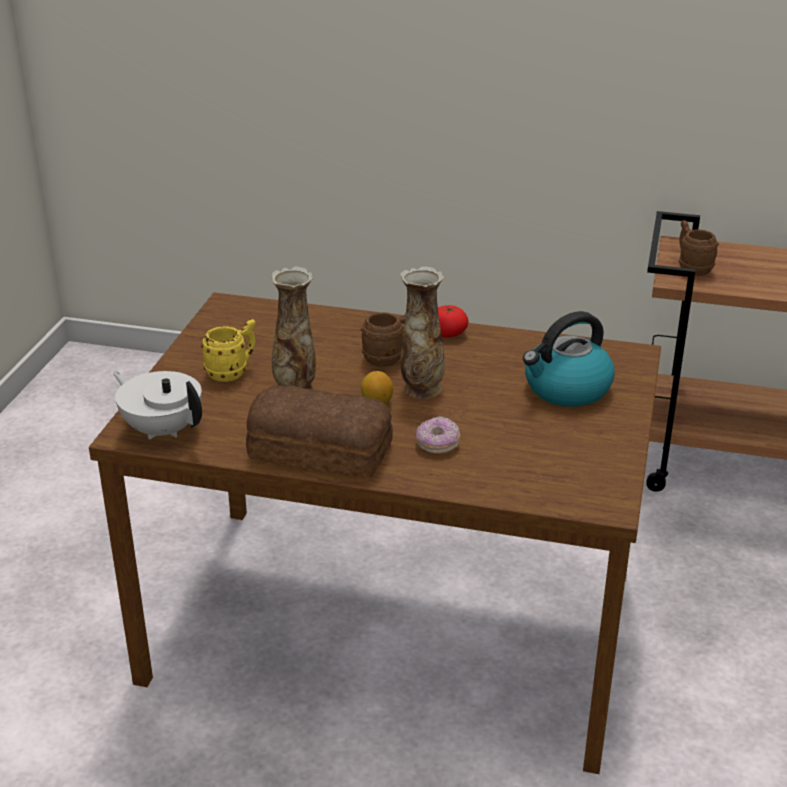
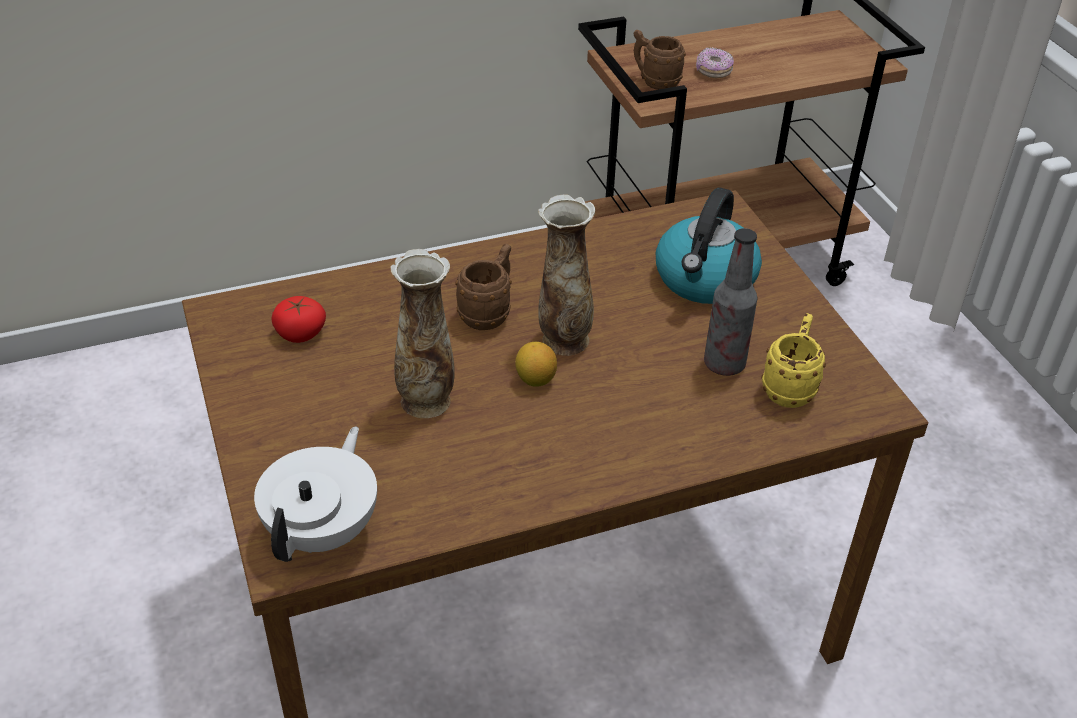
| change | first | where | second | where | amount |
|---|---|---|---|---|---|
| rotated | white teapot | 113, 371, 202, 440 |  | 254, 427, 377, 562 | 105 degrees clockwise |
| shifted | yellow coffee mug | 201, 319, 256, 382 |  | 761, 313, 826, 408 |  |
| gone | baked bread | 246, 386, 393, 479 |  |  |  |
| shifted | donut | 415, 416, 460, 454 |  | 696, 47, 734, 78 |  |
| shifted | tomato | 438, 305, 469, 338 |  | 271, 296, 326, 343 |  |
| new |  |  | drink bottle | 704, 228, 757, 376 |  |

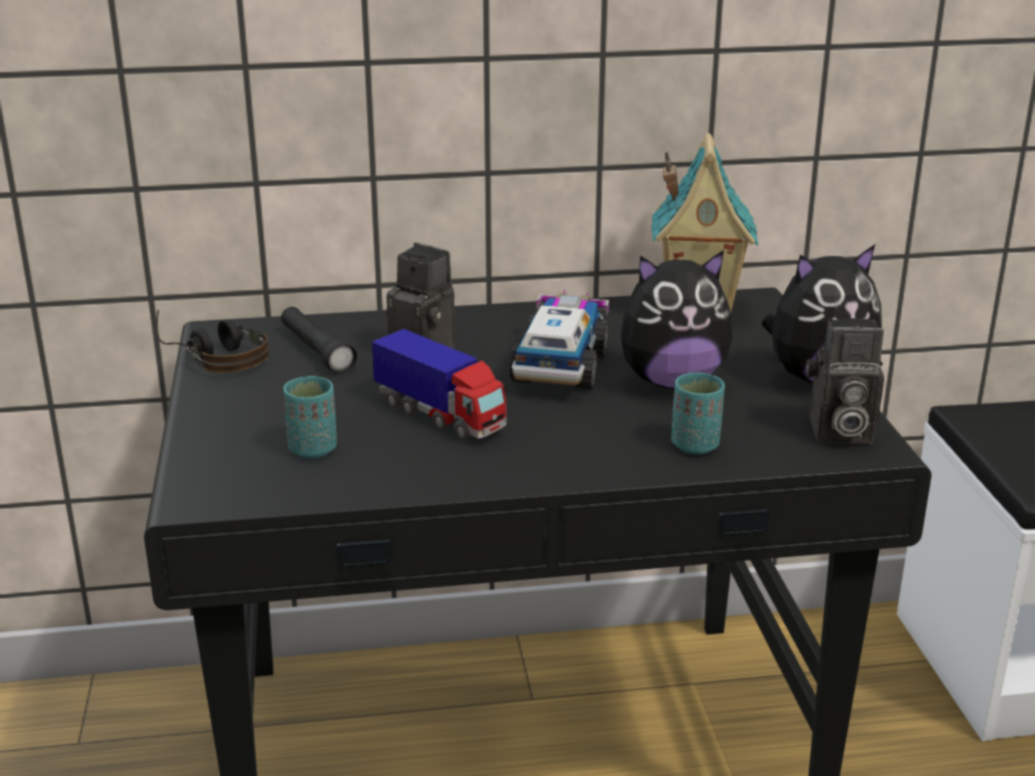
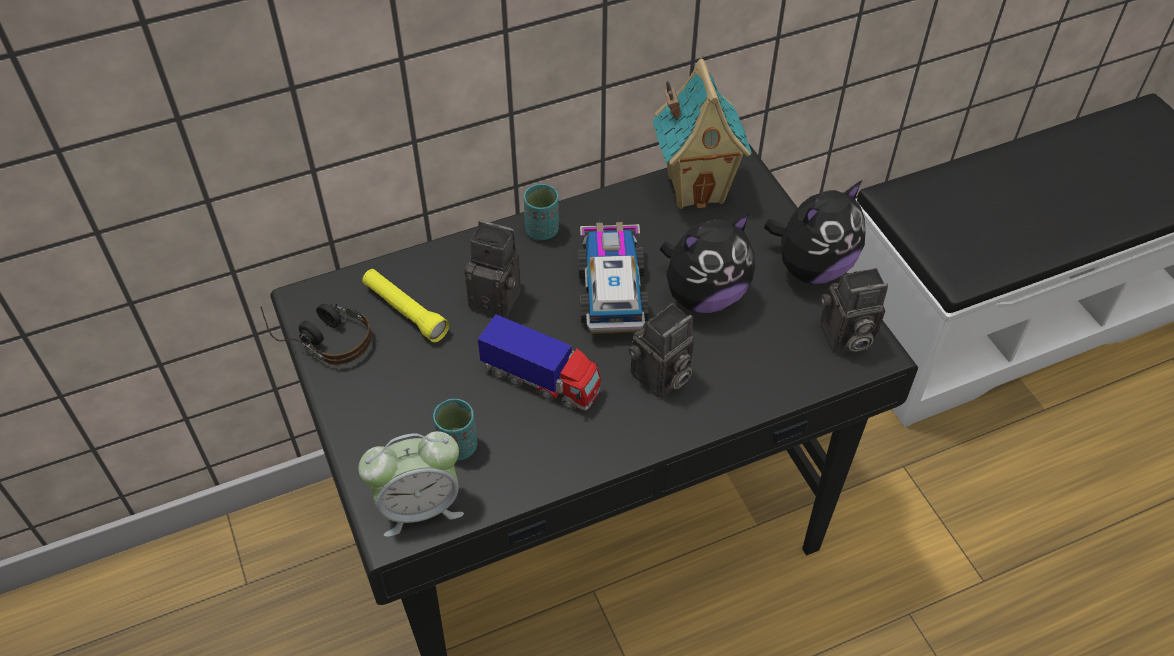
| change | first | where | second | where | amount |
|---|---|---|---|---|---|
| repainted | black flashlight | 281, 307, 357, 374 | yellow flashlight | 362, 269, 449, 342 |  |
| shifted | turquoise-coloured drinking cup | 671, 373, 725, 454 |  | 523, 184, 559, 240 |  |
| new |  |  | alarm clock | 358, 431, 464, 537 |  |
| new |  |  | still camera | 628, 303, 694, 398 |  |

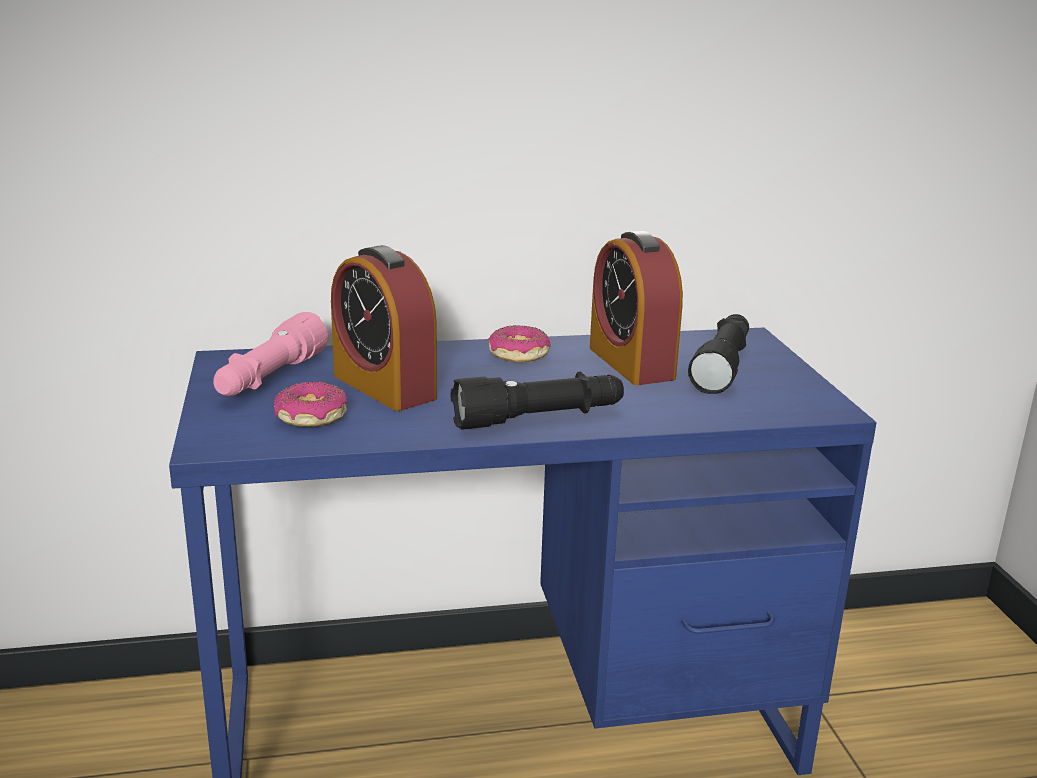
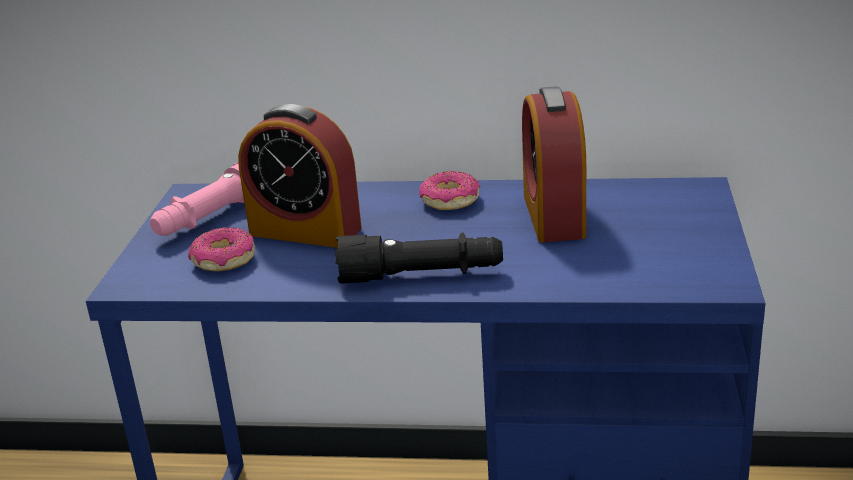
| change | first | where | second | where | amount |
|---|---|---|---|---|---|
| rotated | alarm clock | 331, 245, 437, 411 |  | 238, 104, 362, 248 | 45 degrees counterclockwise |
| gone | black flashlight | 688, 314, 749, 394 |  |  |  |

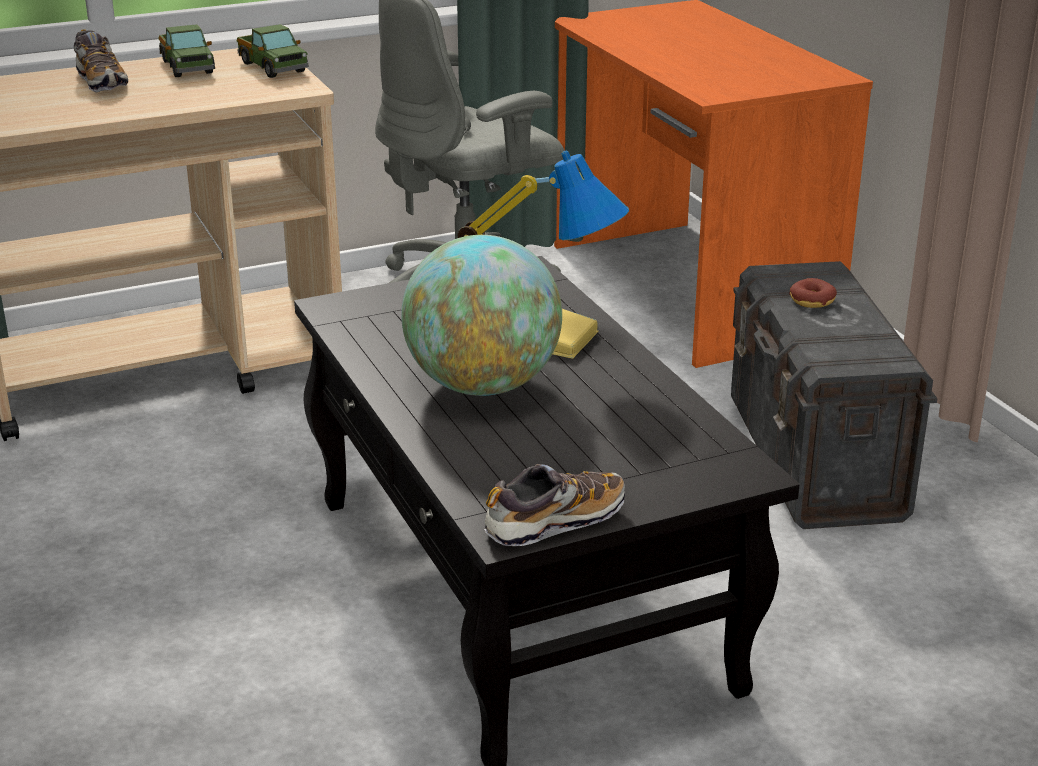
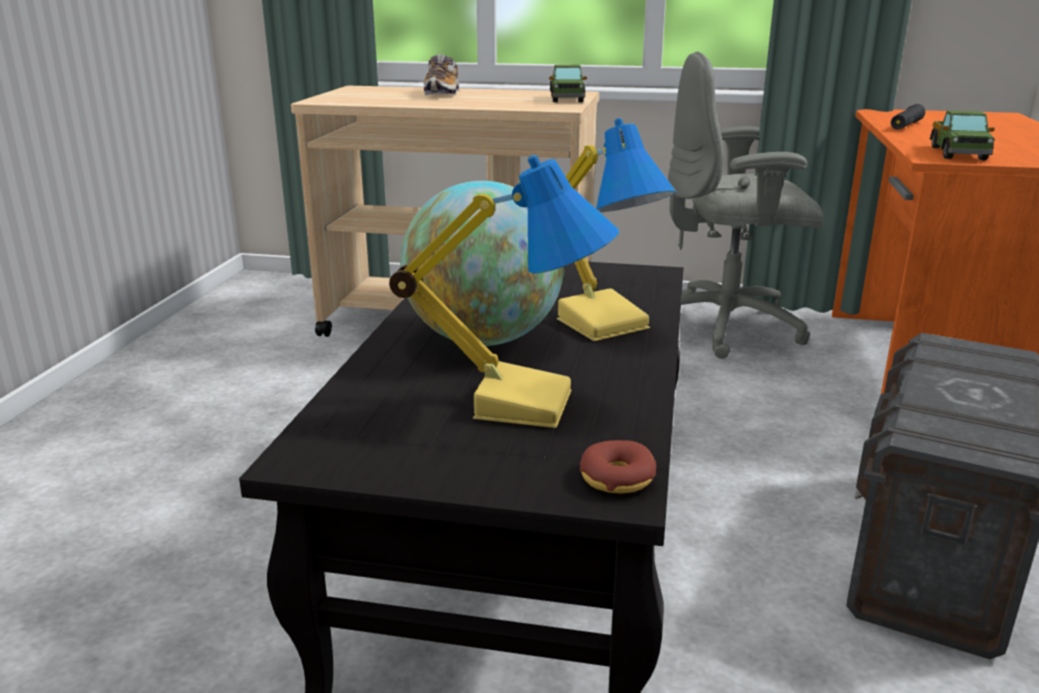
| change | first | where | second | where | amount |
|---|---|---|---|---|---|
| shifted | toy lorry | 158, 24, 215, 77 |  | 930, 110, 995, 160 |  |
| gone | shoe | 484, 464, 625, 546 |  |  |  |
| shifted | donut | 789, 278, 837, 308 |  | 580, 440, 656, 494 |  |
| new |  |  | table lamp | 389, 155, 619, 428 |  |
| new |  |  | black flashlight | 891, 104, 925, 130 |  |

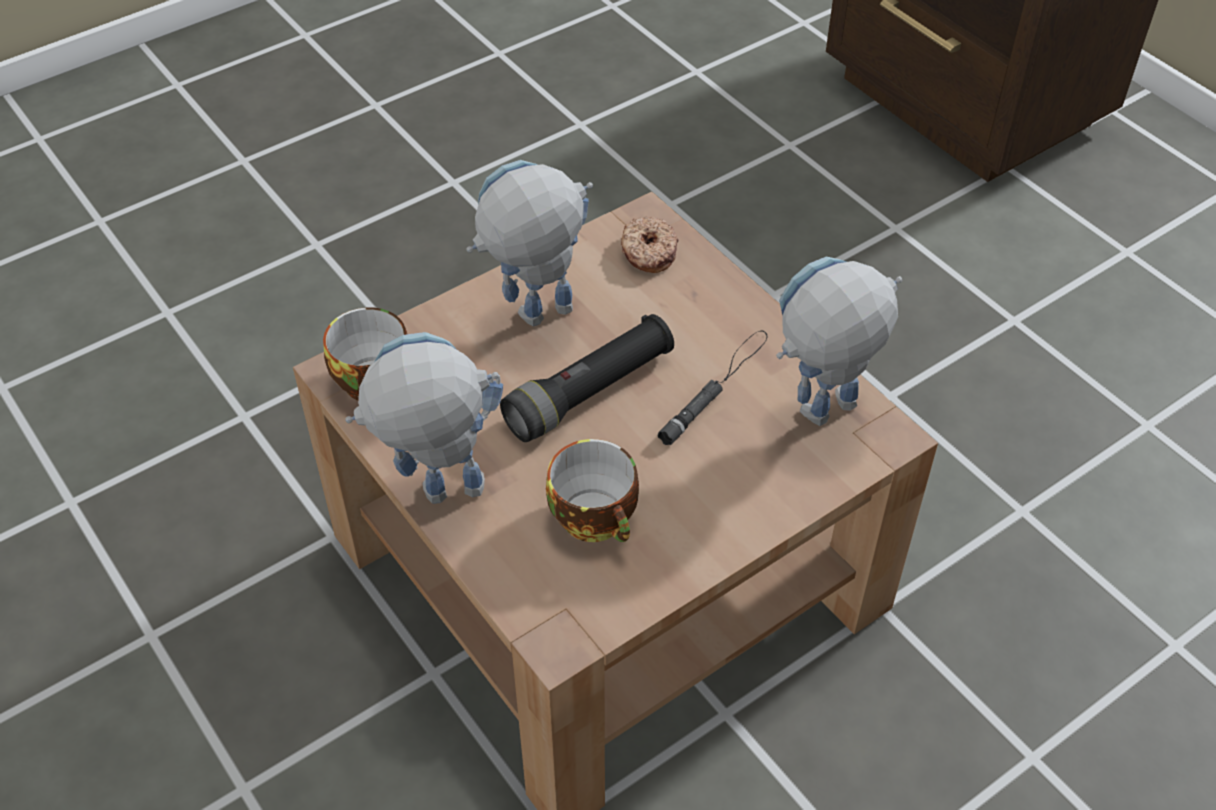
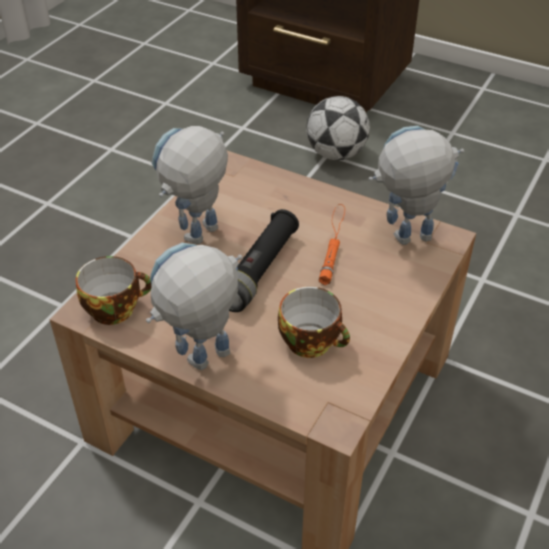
| change | first | where | second | where | amount |
|---|---|---|---|---|---|
| gone | donut | 621, 217, 679, 273 |  |  |  |
| repainted | black flashlight | 658, 331, 767, 445 | orange-coloured flashlight | 319, 204, 345, 285 |  |
| rotated | model robot | 776, 257, 903, 426 |  | 369, 126, 464, 245 | 45 degrees clockwise |
| new |  |  | football ball | 306, 96, 370, 160 |  |

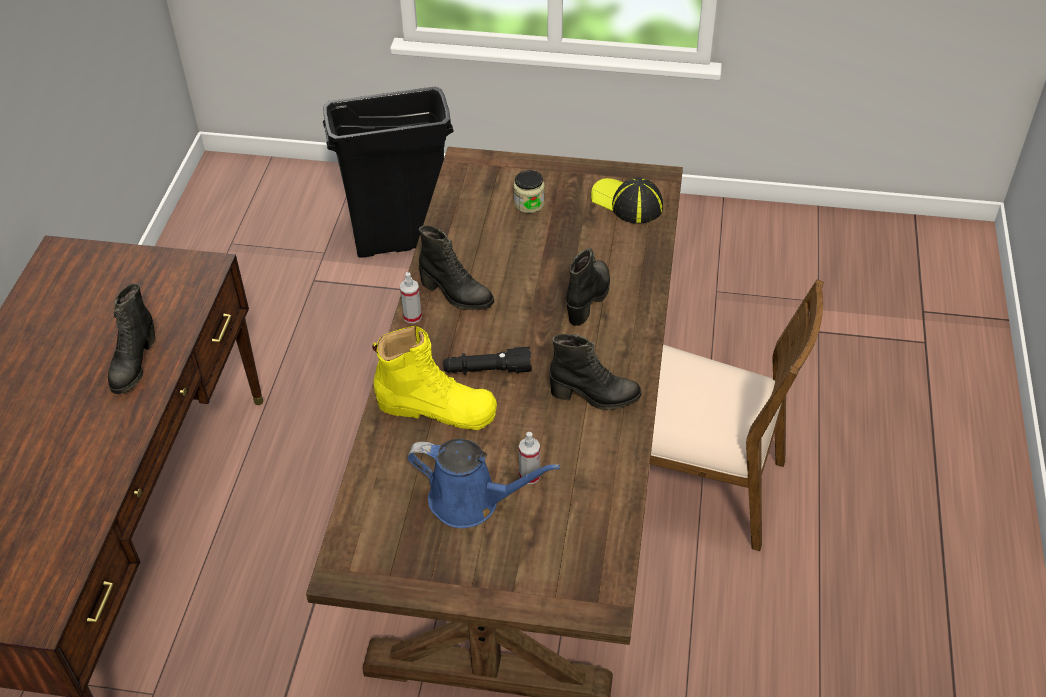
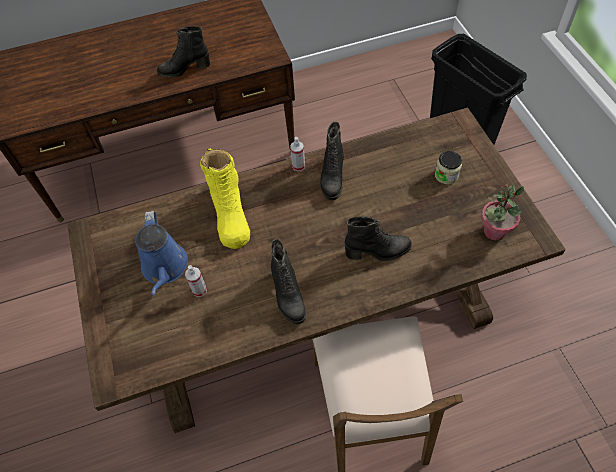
| change | first | where | second | where | amount |
|---|---|---|---|---|---|
| gone | black flashlight | 443, 347, 532, 375 |  |  |  |
| swapped | peaked cap | 591, 177, 663, 224 | potted plant | 481, 184, 524, 240 |  |

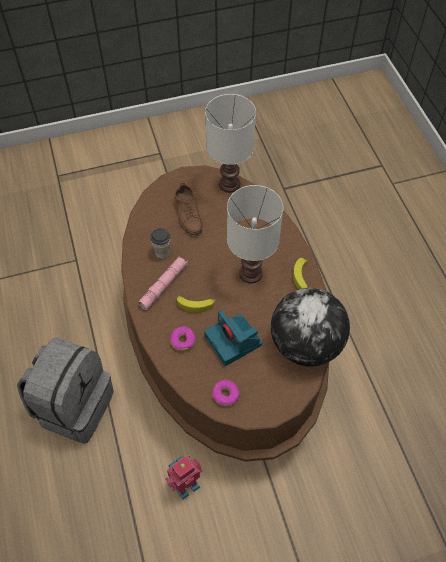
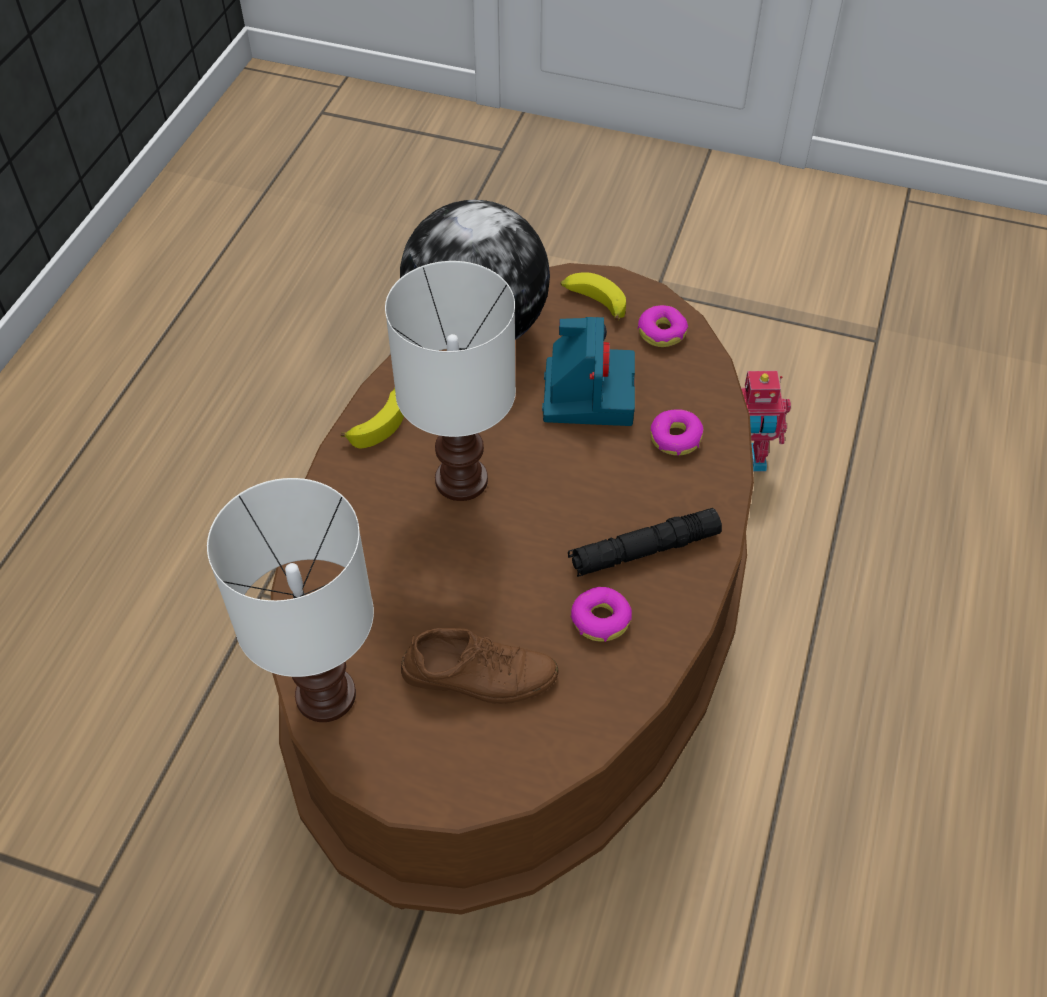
| change | first | where | second | where | amount |
|---|---|---|---|---|---|
| gone | gray knapsack | 17, 337, 114, 444 |  |  |  |
| repainted | pink-coloured flashlight | 138, 256, 188, 310 | black flashlight | 568, 508, 722, 577 |  |
| swapped | drinking cup | 150, 228, 170, 259 | donut | 570, 587, 632, 642 |  |
| rotated | brown shoe | 174, 182, 202, 235 |  | 401, 628, 558, 704 | 75 degrees clockwise |
| shifted | banana | 177, 295, 215, 313 |  | 560, 272, 626, 320 |  |

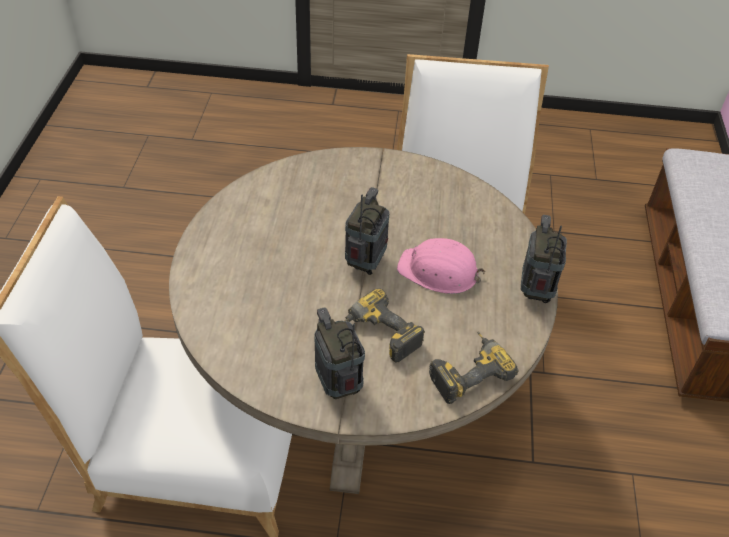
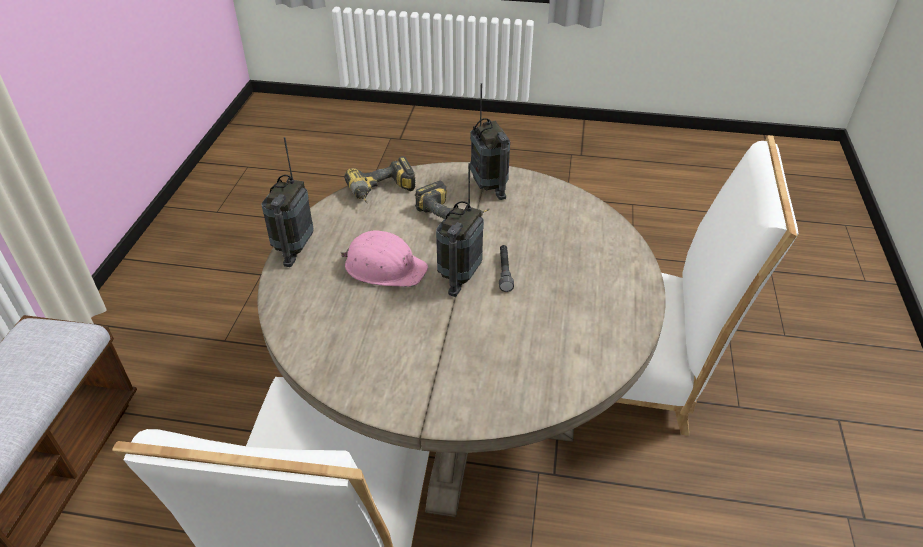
| change | first | where | second | where | amount |
|---|---|---|---|---|---|
| new |  |  | gray flashlight | 499, 245, 514, 292 |  |

